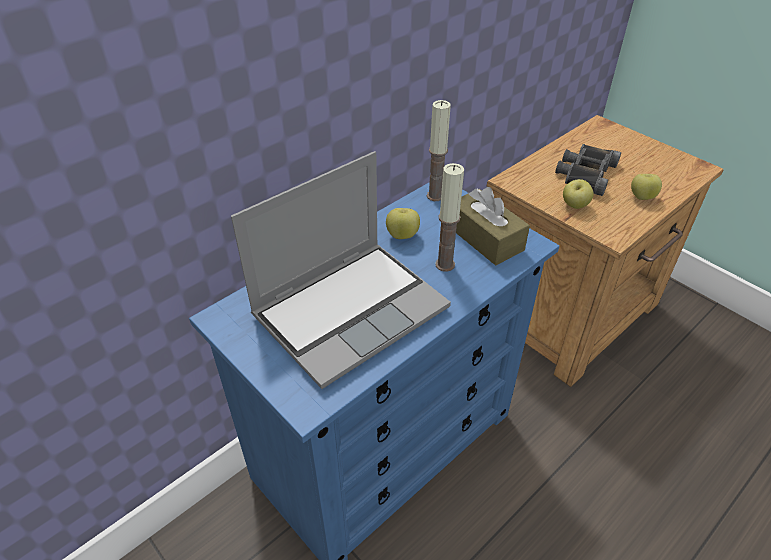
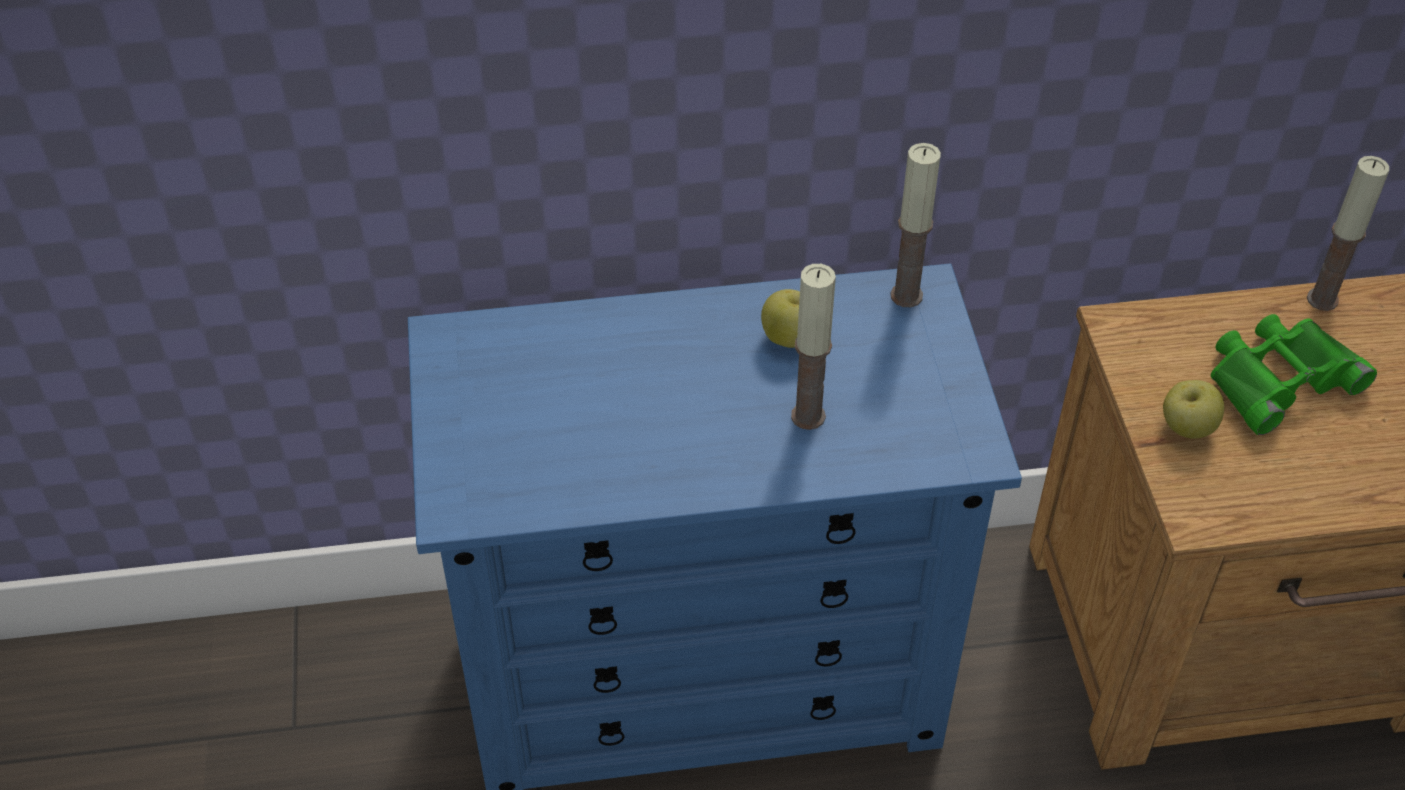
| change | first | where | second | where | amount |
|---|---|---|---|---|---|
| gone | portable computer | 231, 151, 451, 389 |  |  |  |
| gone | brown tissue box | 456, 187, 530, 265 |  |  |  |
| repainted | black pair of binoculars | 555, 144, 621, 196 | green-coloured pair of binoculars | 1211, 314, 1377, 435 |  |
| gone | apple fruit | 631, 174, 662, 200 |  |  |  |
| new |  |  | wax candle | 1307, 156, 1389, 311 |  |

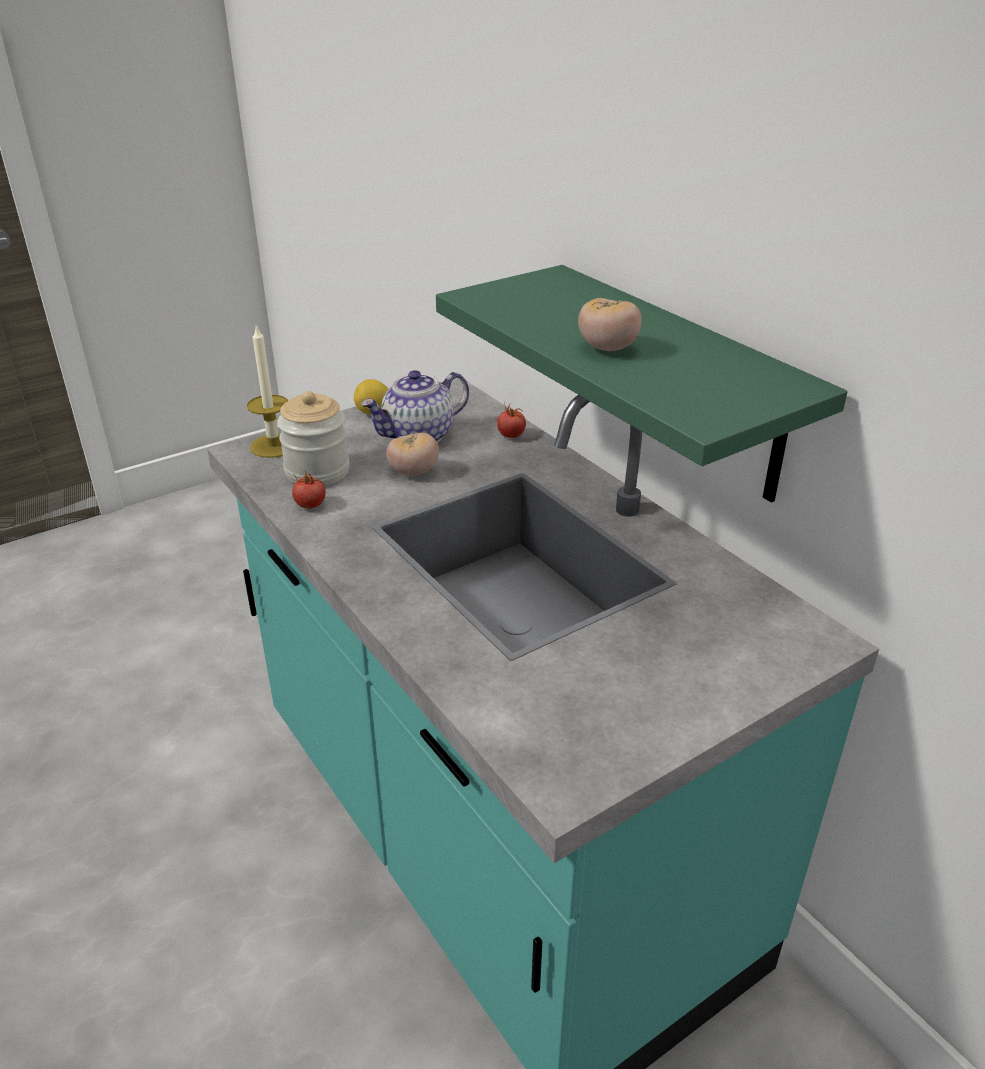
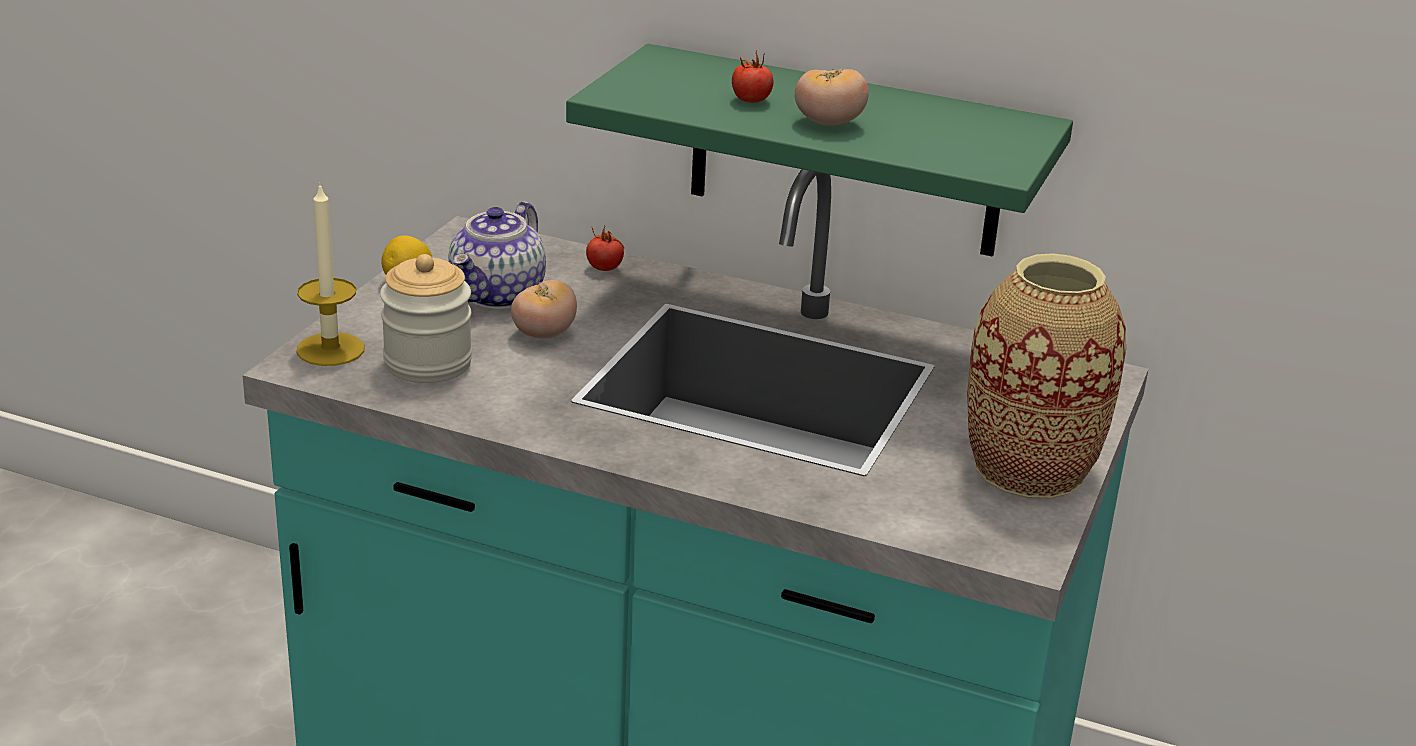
| change | first | where | second | where | amount |
|---|---|---|---|---|---|
| shifted | tomato | 292, 472, 326, 509 |  | 732, 51, 773, 103 |  |
| new |  |  | flower vase | 967, 253, 1126, 498 |  |

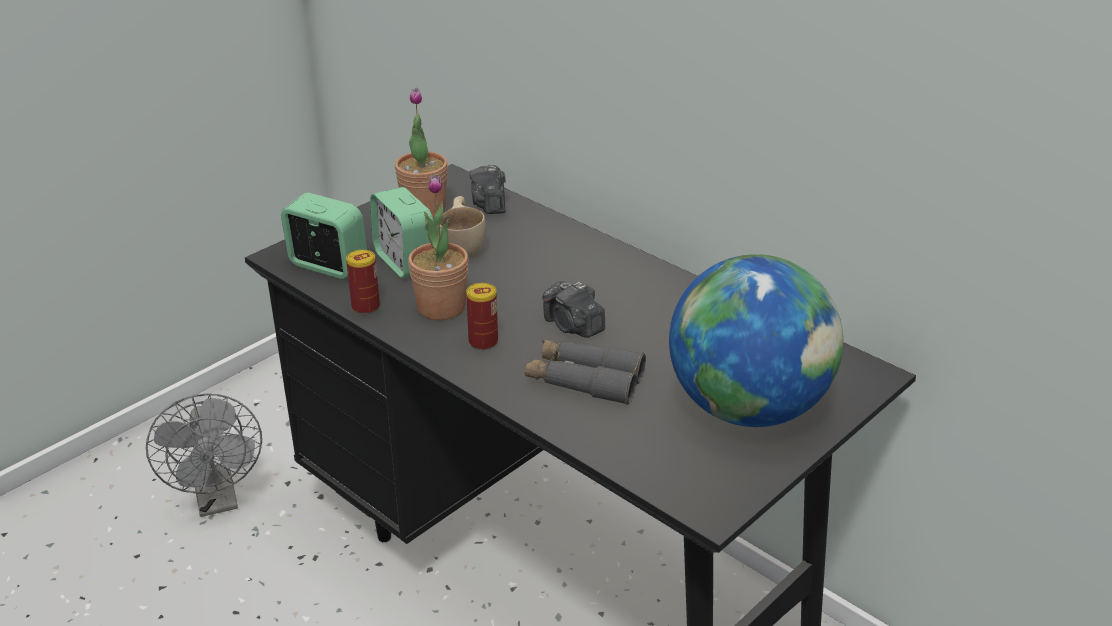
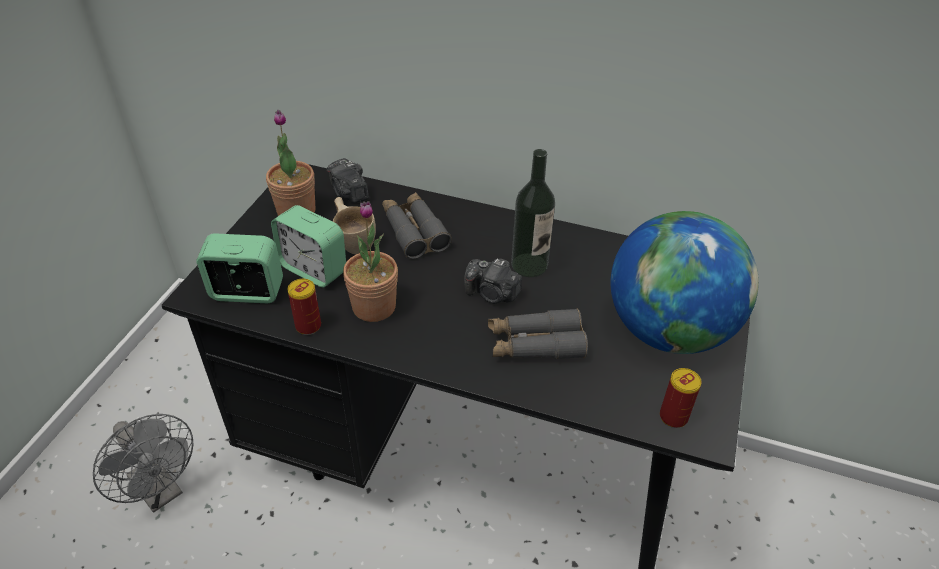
| change | first | where | second | where | amount |
|---|---|---|---|---|---|
| shifted | can | 466, 283, 498, 350 |  | 660, 368, 702, 428 |  |
| new |  |  | gray pair of binoculars | 382, 192, 452, 259 |  |
| new |  |  | drink bottle | 511, 149, 555, 277 |  |

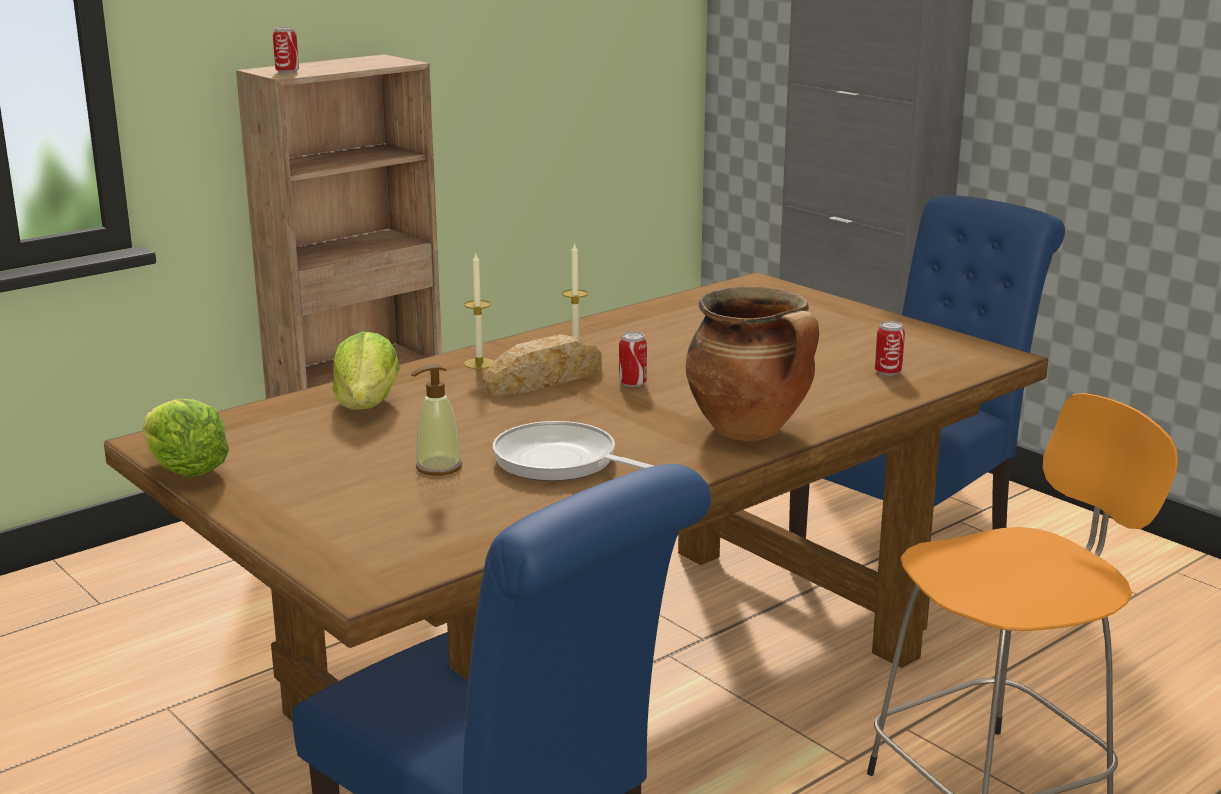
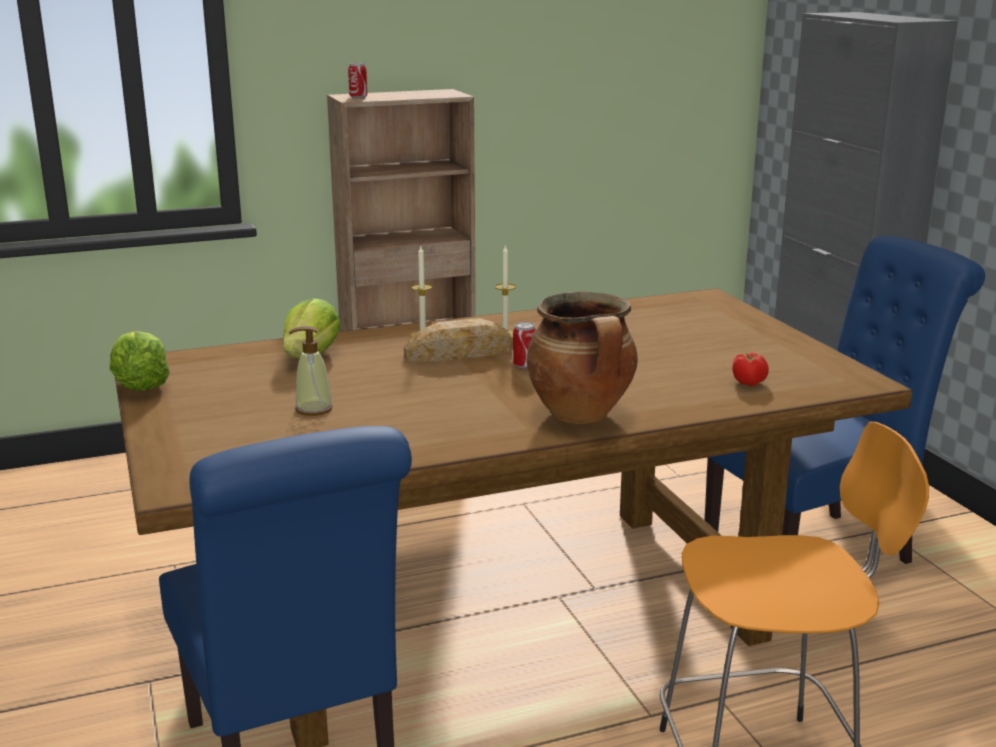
| change | first | where | second | where | amount |
|---|---|---|---|---|---|
| gone | pan | 493, 421, 654, 481 |  |  |  |
| swapped | can | 875, 321, 905, 376 | tomato | 732, 352, 769, 386 |  |

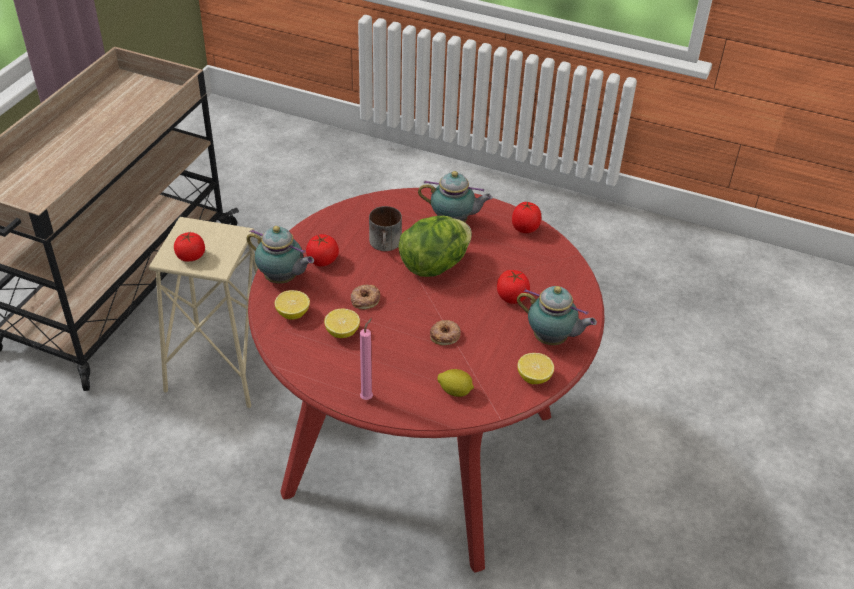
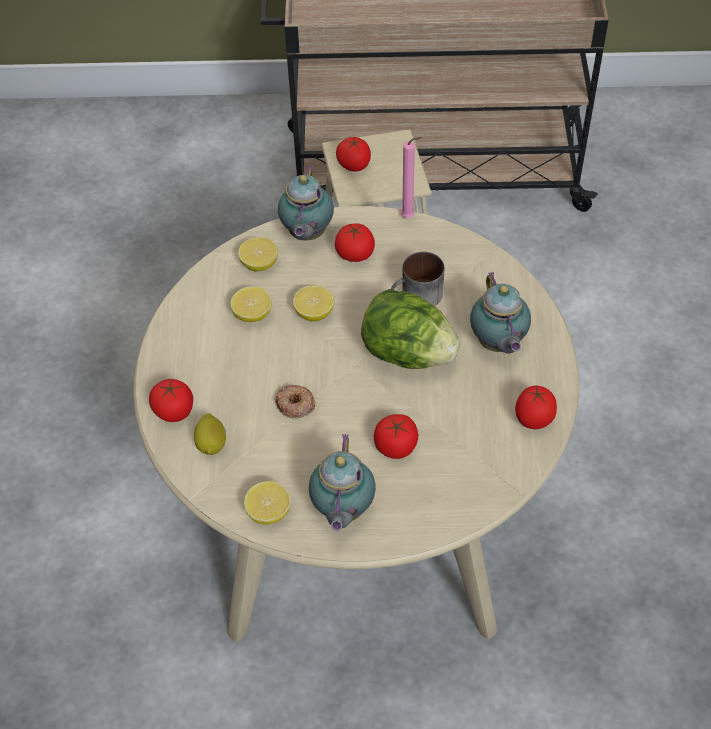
| change | first | where | second | where | amount |
|---|---|---|---|---|---|
| repainted | reddish dining table | 248, 188, 605, 573 | beige dining table | 133, 206, 579, 642 |  |
| swapped | donut | 351, 284, 380, 309 | whole lemon | 293, 285, 334, 322 |  |
| shifted | pink-coloured wax candle | 360, 318, 373, 400 |  | 401, 137, 422, 218 |  |
| new |  |  | tomato | 149, 379, 193, 422 |  |

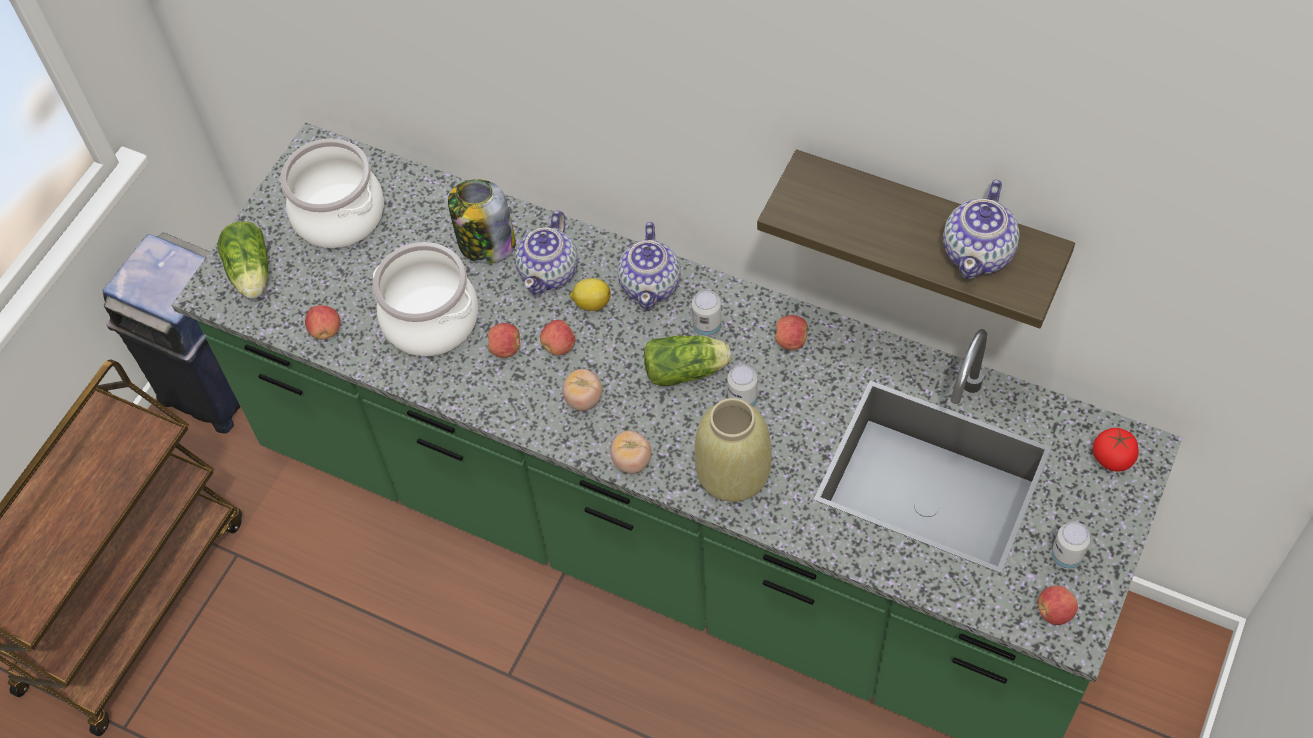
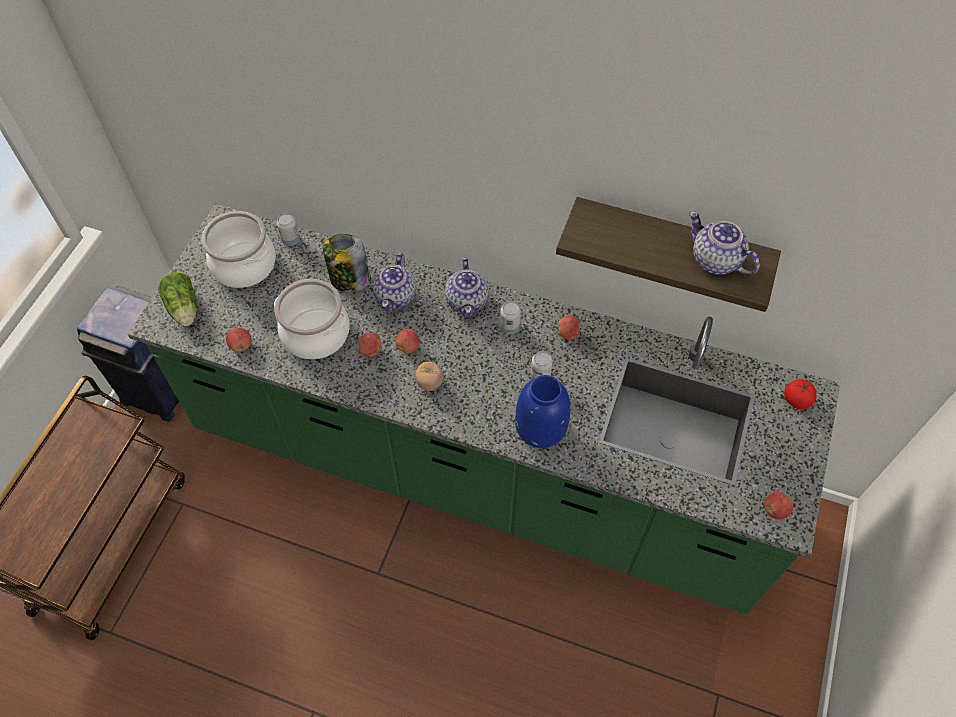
| change | first | where | second | where | amount |
|---|---|---|---|---|---|
| gone | whole lemon | 570, 278, 611, 311 |  |  |  |
| gone | tomato | 610, 431, 652, 474 |  |  |  |
| gone | lettuce | 644, 335, 731, 386 |  |  |  |
| repainted | beige flower vase | 695, 398, 772, 502 | bluish flower vase | 515, 375, 570, 448 |  |
| rotated | teapot | 943, 180, 1020, 279 |  | 689, 211, 760, 275 | 120 degrees clockwise |
| shifted | can | 1051, 521, 1090, 569 |  | 277, 213, 300, 246 |  |

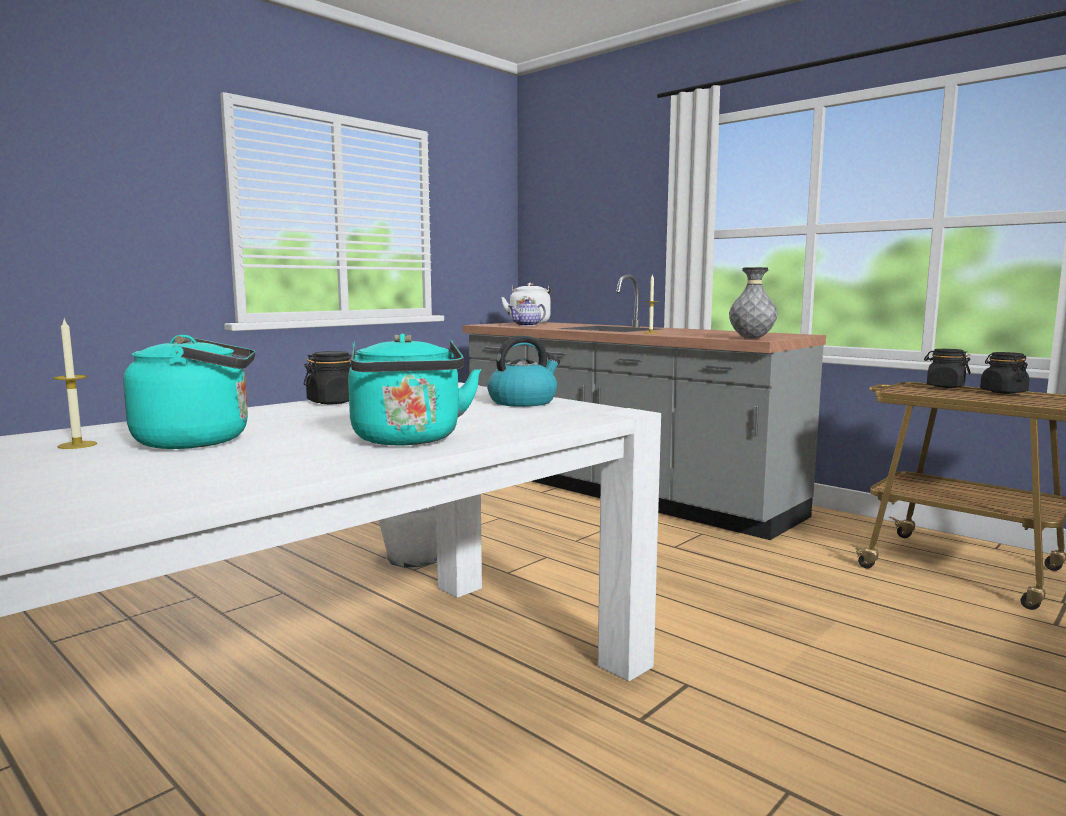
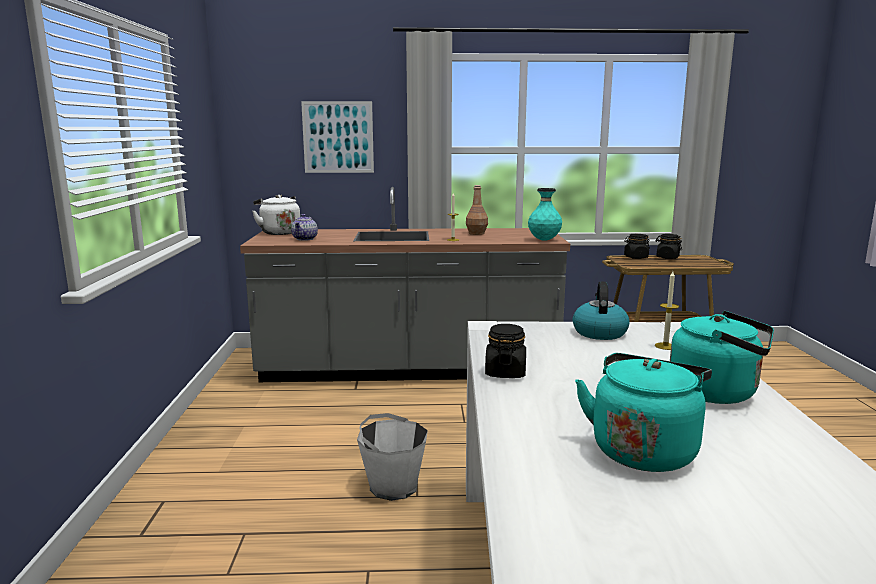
| change | first | where | second | where | amount |
|---|---|---|---|---|---|
| shifted | wax candle | 53, 319, 97, 449 |  | 655, 271, 679, 350 |  |
| repainted | gray flower vase | 729, 267, 778, 339 | turquoise-coloured flower vase | 528, 188, 562, 241 |  |
| new |  |  | wall picture | 301, 101, 374, 173 |  |
| new |  |  | brown drink bottle | 466, 185, 488, 235 |  |

